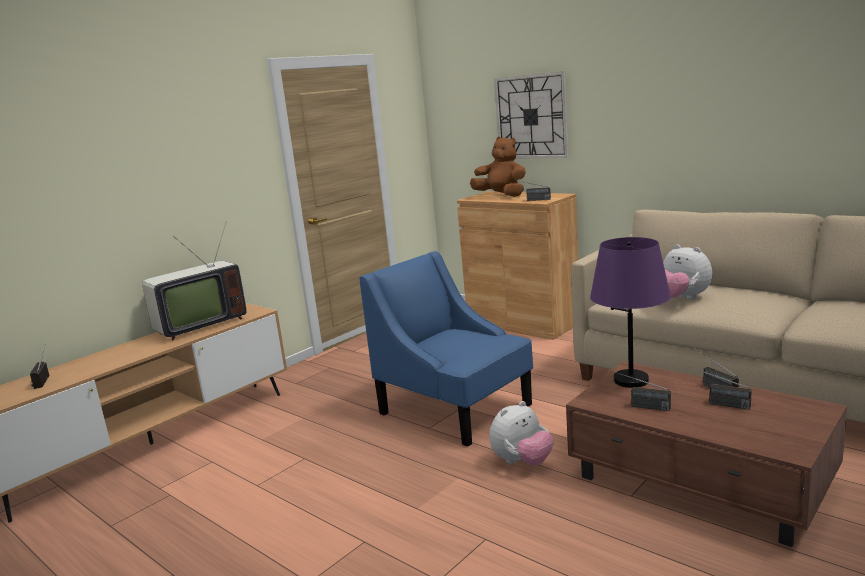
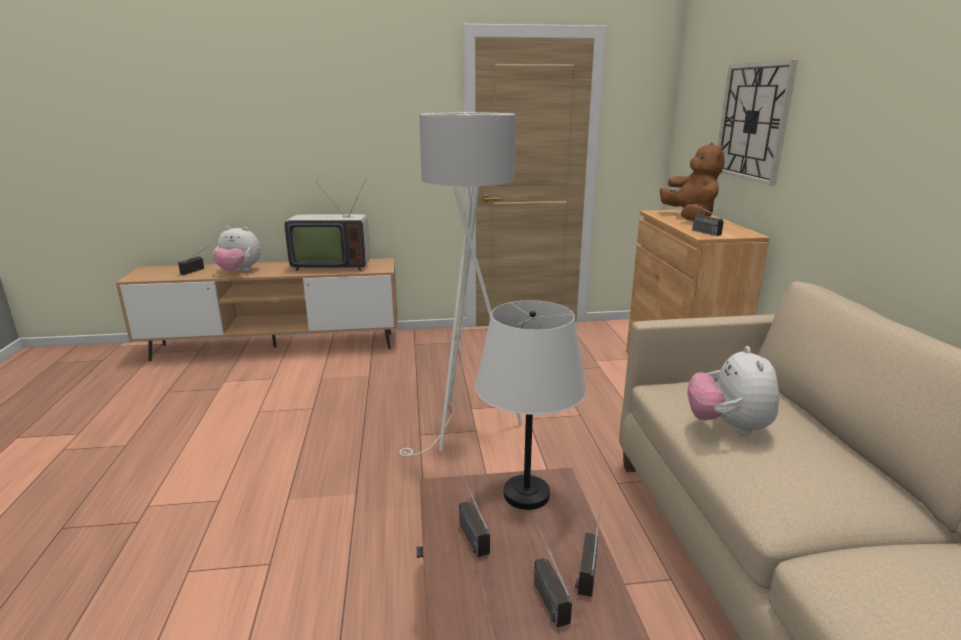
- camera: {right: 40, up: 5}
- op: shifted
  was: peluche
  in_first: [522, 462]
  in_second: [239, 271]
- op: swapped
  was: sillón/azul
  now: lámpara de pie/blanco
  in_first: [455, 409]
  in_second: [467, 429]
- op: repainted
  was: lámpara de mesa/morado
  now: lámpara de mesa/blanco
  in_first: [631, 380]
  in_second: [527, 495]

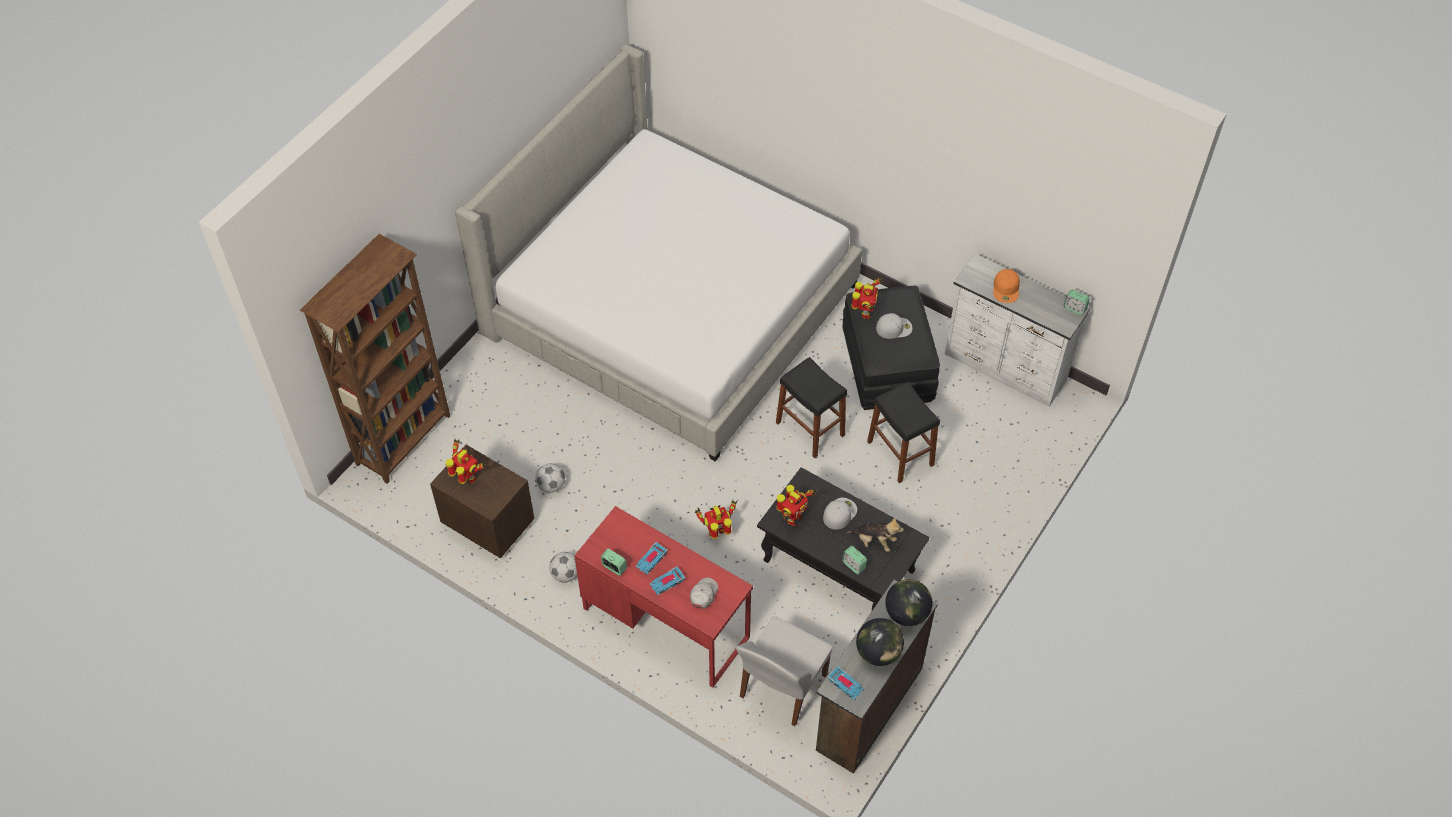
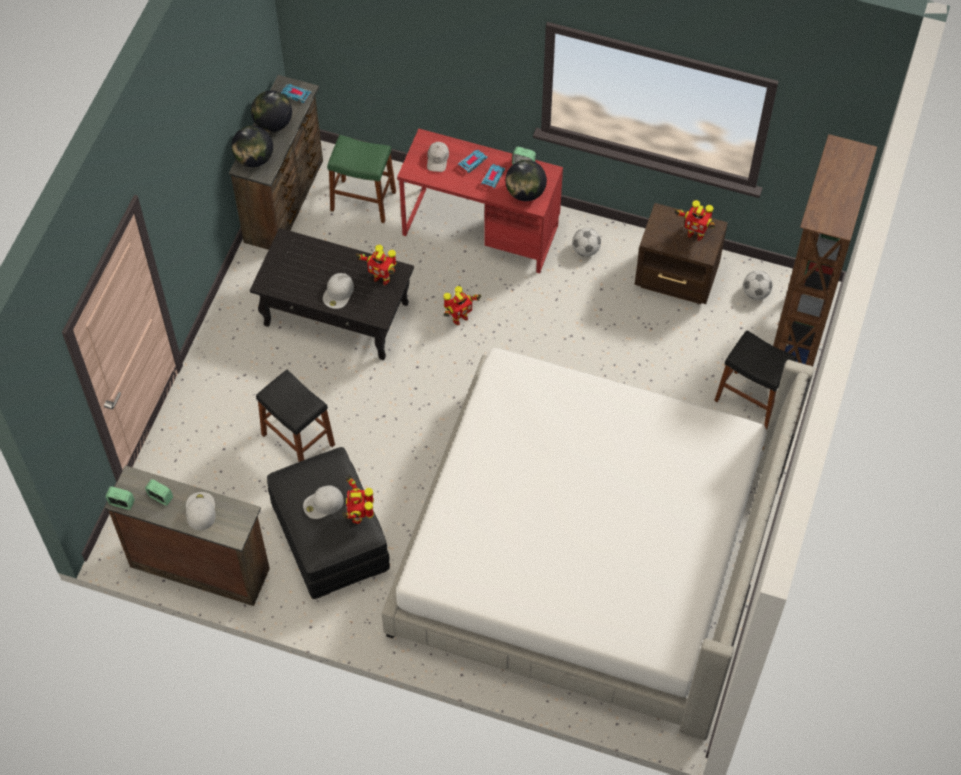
- camera: {right: 165, up: 5}
- op: repainted
  was: cómoda/blanco
  now: cómoda/marrón
  in_first: [1005, 369]
  in_second: [199, 565]
- op: shifted
  was: despertador
  in_first: [854, 565]
  in_second: [160, 497]
- op: repainted
  was: gorra/naranja
  now: gorra/blanco
  in_first: [1006, 288]
  in_second: [200, 510]
- op: swapped
  was: silla/blanco
  now: taburete/verde
  in_first: [781, 687]
  in_second: [363, 201]
- op: rotated
  was: robot de juguete
  in_first: [793, 518]
  in_second: [381, 278]
  clockwise: -90
- op: new
  now: globo terráqueo
  in_second: [525, 192]
- op: shifted
  was: taburete/negro
  in_first: [810, 429]
  in_second: [751, 399]
- op: shifted
  was: balón de fútbol
  in_first: [551, 485]
  in_second: [755, 293]
- op: gone
  was: peluche
  in_first: [874, 541]

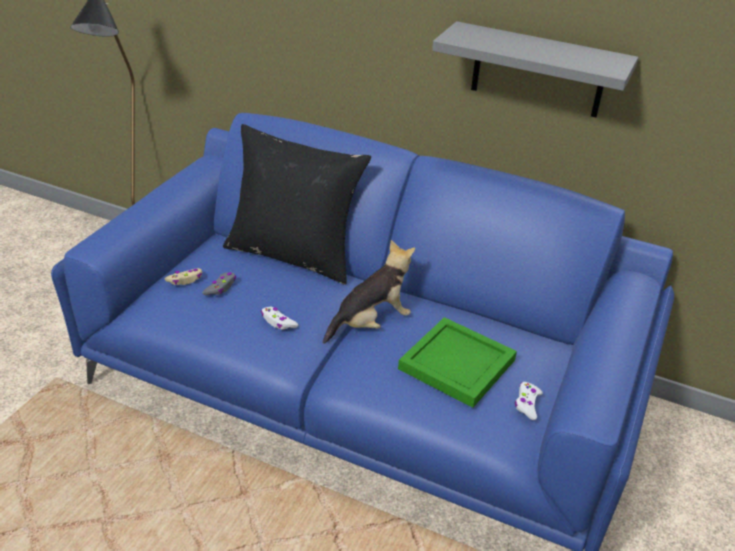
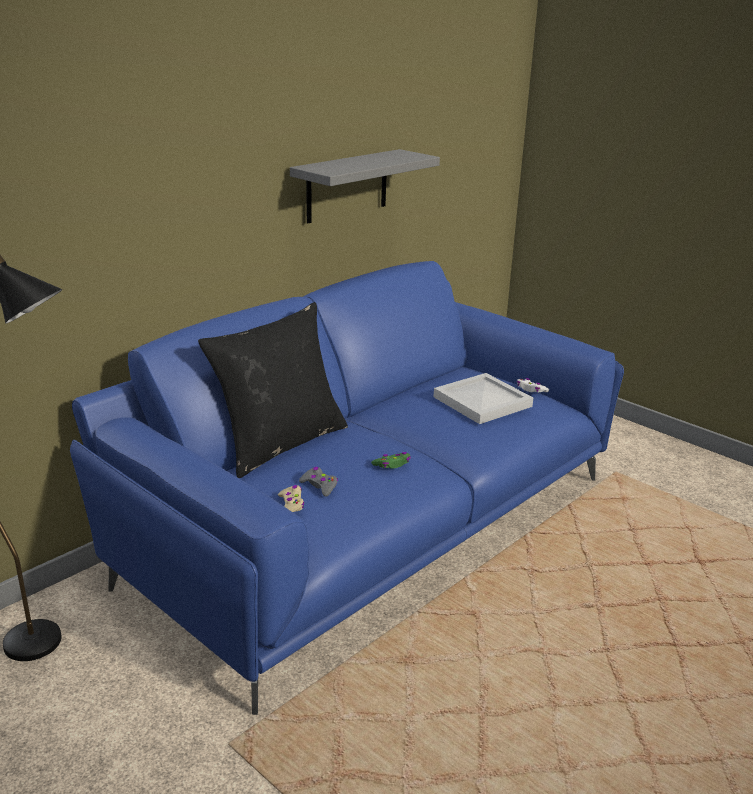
- camera: {right: -70, up: -10}
- op: repainted
  was: mando de consola/blanco
  now: mando de consola/verde
  in_first: [278, 322]
  in_second: [392, 464]
- op: repainted
  was: bandeja/verde
  now: bandeja/blanco
  in_first: [457, 366]
  in_second: [484, 402]
- op: gone
  was: peluche
  in_first: [370, 323]

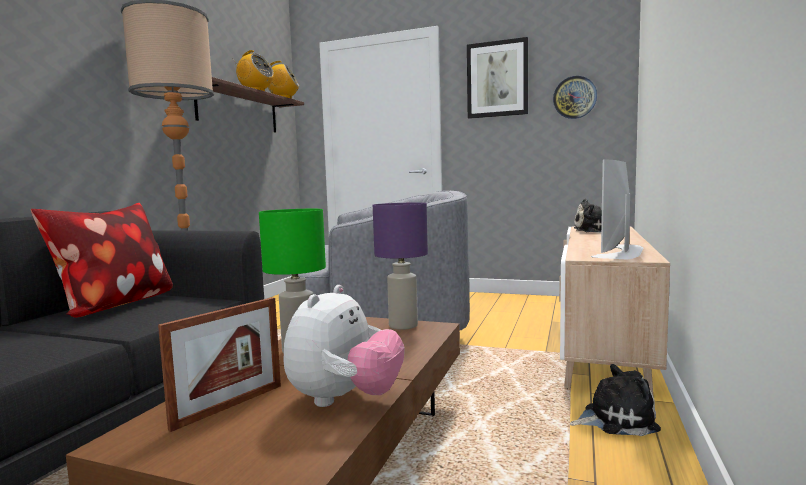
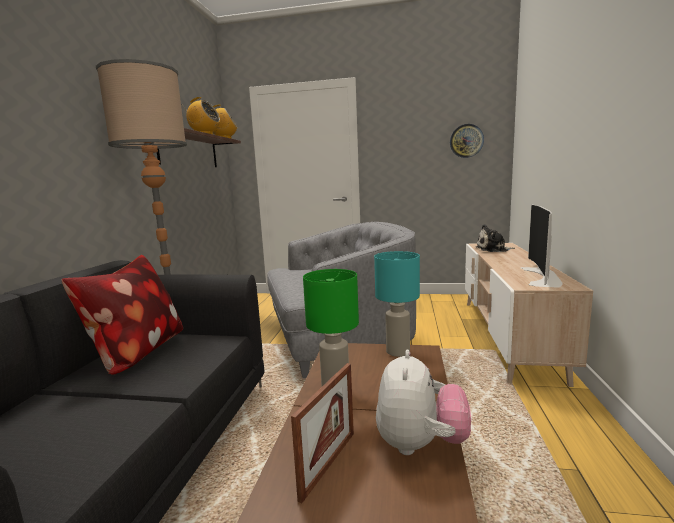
- camera: {right: -10, up: 5}
- op: repainted
  was: lámpara de mesa/morado
  now: lámpara de mesa/turquesa
  in_first: [403, 325]
  in_second: [397, 351]
- op: gone
  was: cuadro
  in_first: [497, 79]
- op: gone
  was: peluche
  in_first: [615, 419]

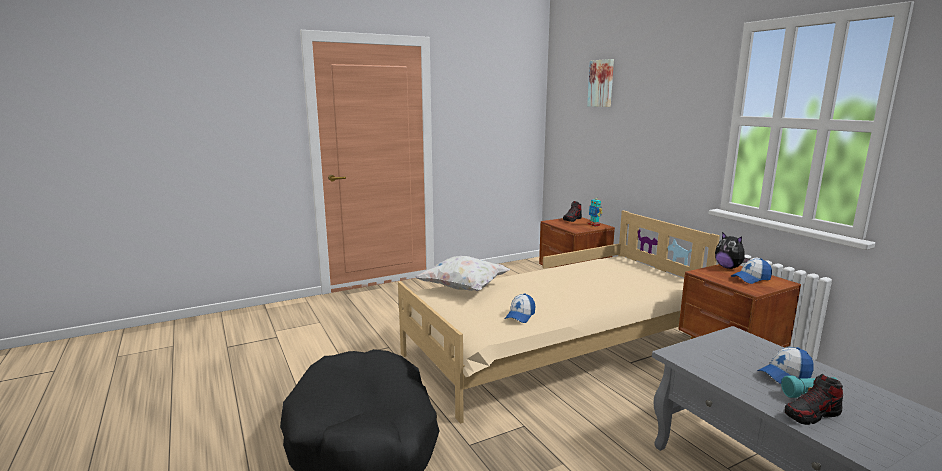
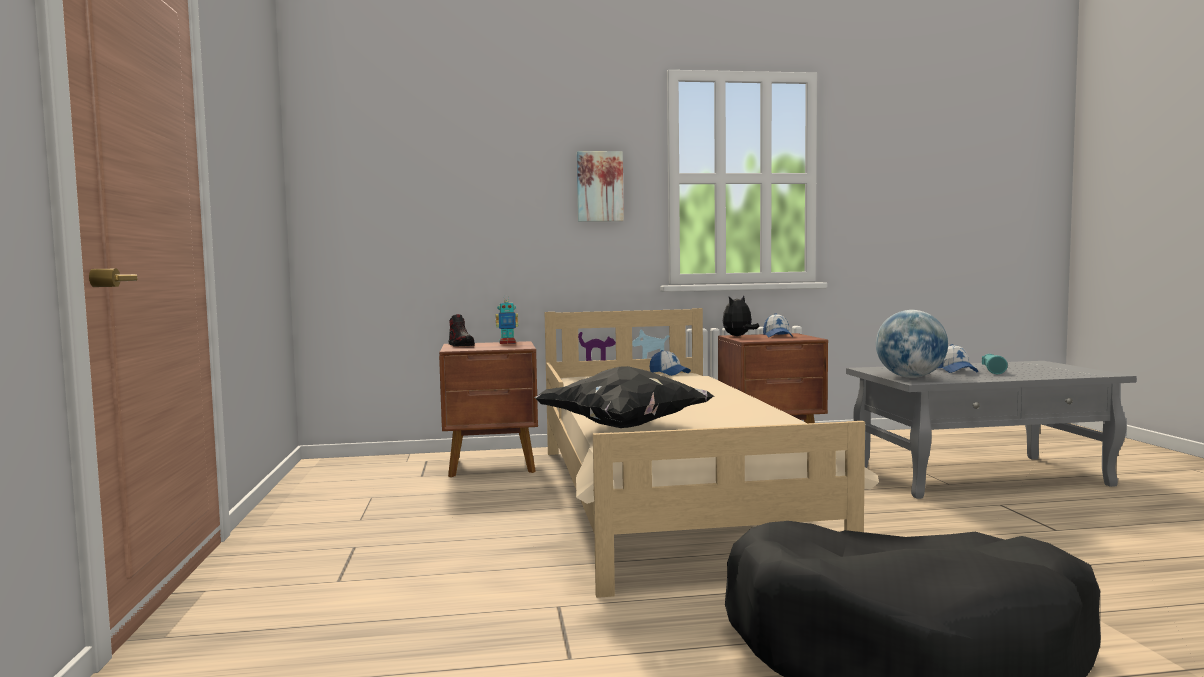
- camera: {right: -70, up: -10}
- op: repainted
  was: cojín/blanco
  now: cojín/negro
  in_first: [464, 288]
  in_second: [624, 427]
- op: shifted
  was: cuadro
  in_first: [601, 83]
  in_second: [599, 186]
- op: shifted
  was: gorra
  in_first: [520, 316]
  in_second: [669, 373]
- op: rotated
  was: peluche
  in_first: [729, 267]
  in_second: [738, 336]
  clockwise: 150
- op: new
  now: globo terráqueo
  in_second: [910, 377]
- op: gone
  was: zapato
  in_first: [812, 414]

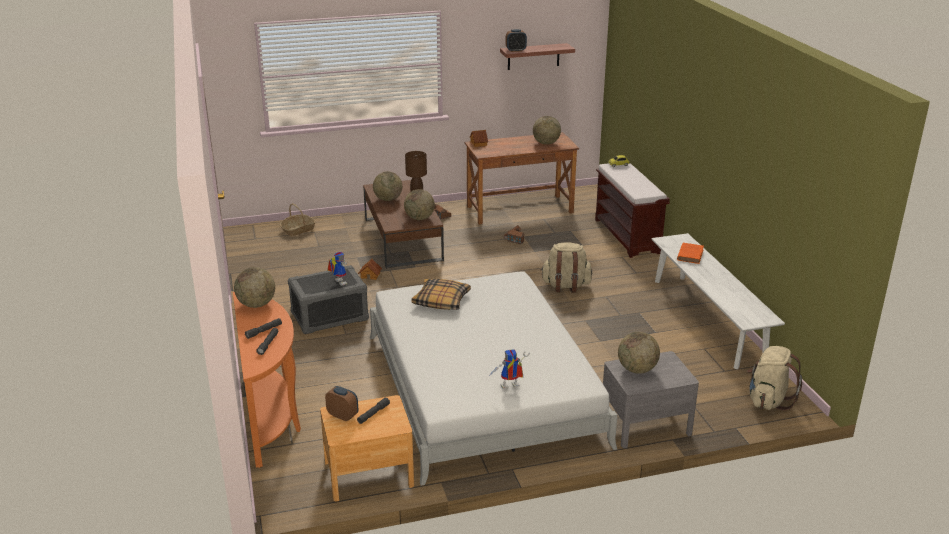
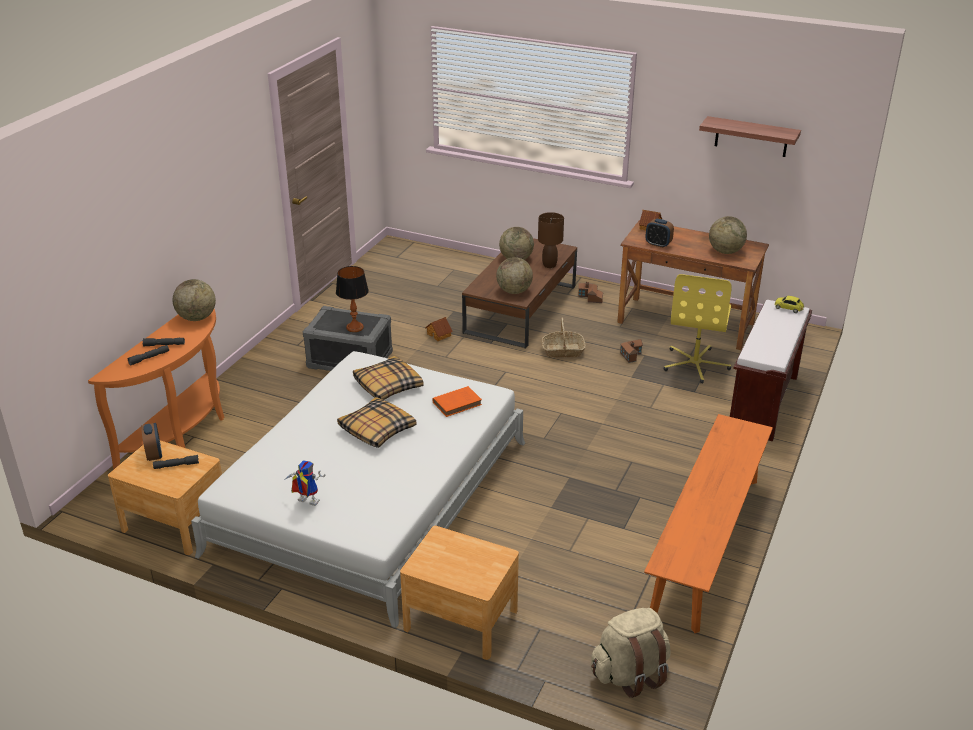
- camera: {right: 40, up: 5}
- op: swapped
  was: robot de juguete
  now: lámpara de mesa
  in_first: [338, 282]
  in_second: [354, 327]
- op: new
  now: cojín
  in_second: [376, 430]
- op: repainted
  was: mesita de noche/gris
  now: mesita de noche/marrón
  in_first: [645, 424]
  in_second: [461, 619]
- op: shifted
  was: libro/naranja
  in_first: [690, 255]
  in_second: [458, 403]
- op: shifted
  was: cesta
  in_first: [298, 230]
  in_second: [563, 351]
- op: repainted
  was: banco/blanco
  now: banco/naranja
  in_first: [707, 319]
  in_second: [706, 544]
- op: shifted
  was: despertador
  in_first: [515, 50]
  in_second: [658, 244]
- op: new
  now: silla de oficina/amarillo
  in_second: [695, 364]
- op: gone
  was: mochila/beis
  in_first: [566, 286]
- op: gone
  was: globo terráqueo
  in_first: [637, 369]

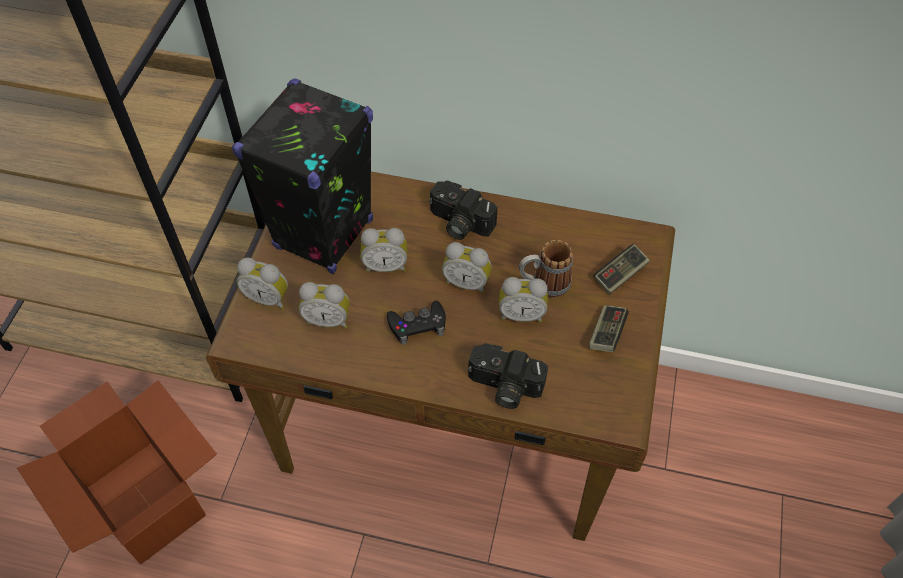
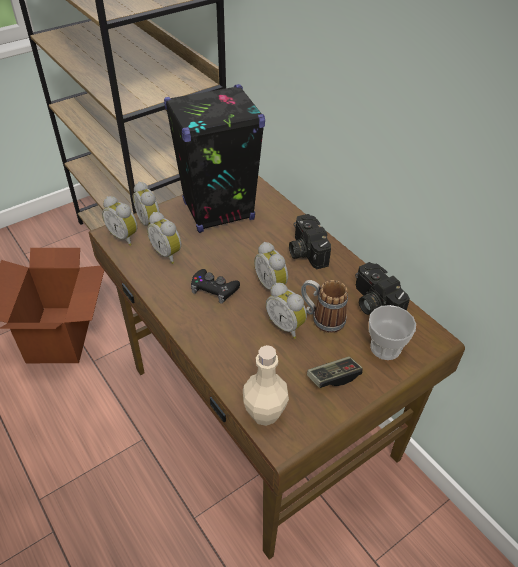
- camera: {right: 40, up: -10}
- op: shifted
  was: despertador
  in_first: [385, 265]
  in_second: [125, 236]
- op: new
  now: botella/beis
  in_second: [264, 413]
- op: shifted
  was: cámara
  in_first: [504, 387]
  in_second: [373, 303]
- op: swapped
  was: mando de consola
  now: taza
  in_first: [620, 275]
  in_second: [385, 348]

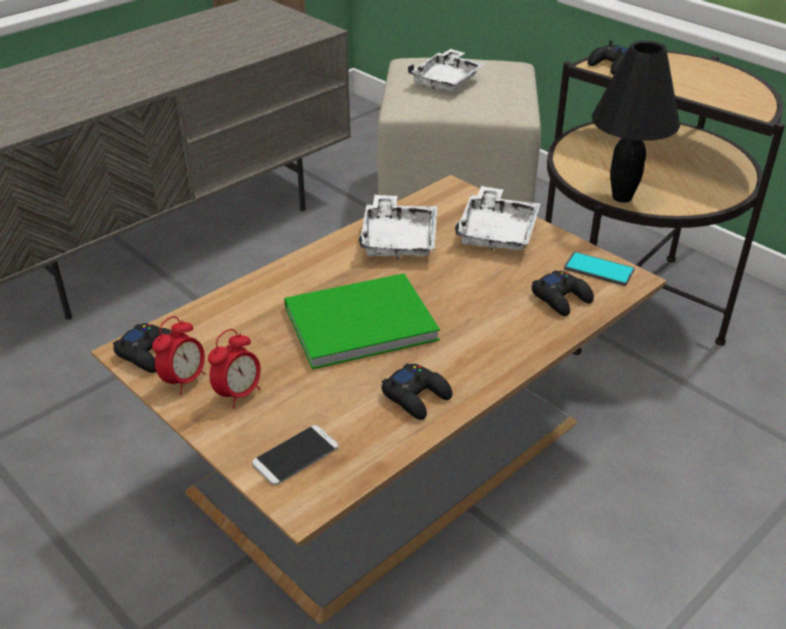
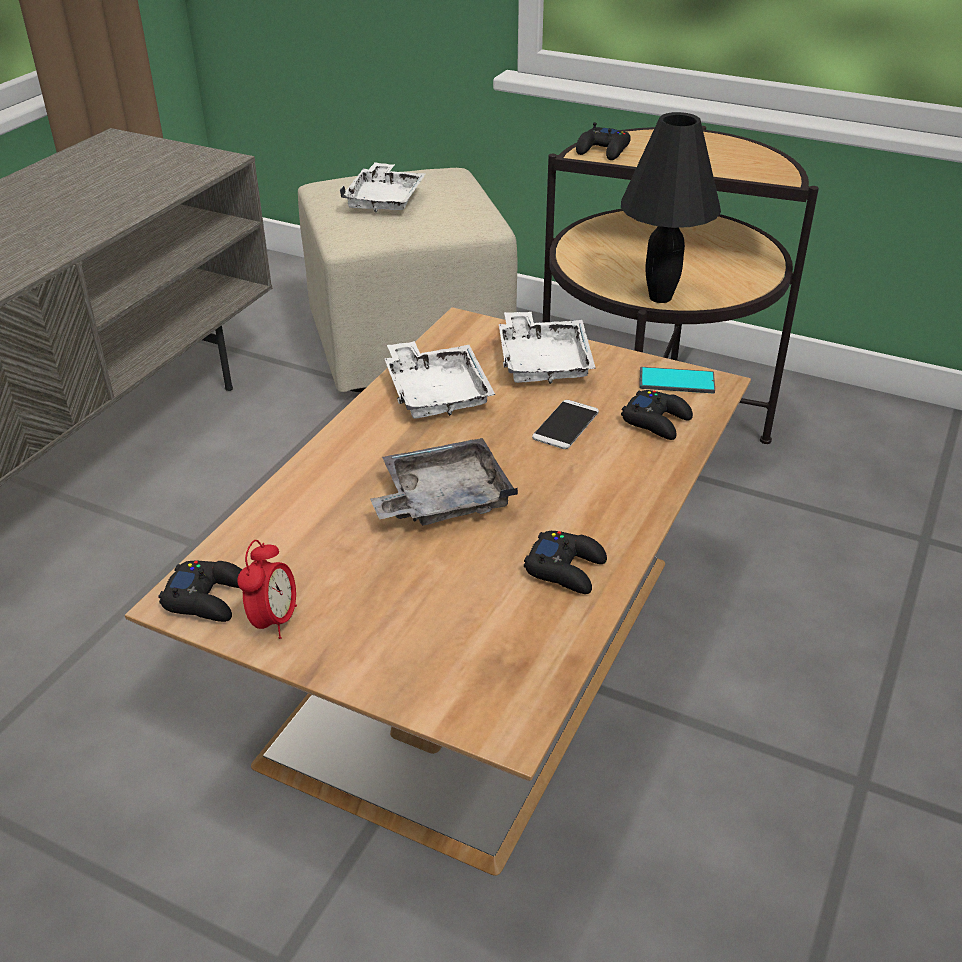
- camera: {right: -20, up: 0}
- op: swapped
  was: libro/verde
  now: bandeja/gris
  in_first: [355, 322]
  in_second: [443, 499]
- op: shifted
  was: móvil
  in_first: [295, 455]
  in_second: [565, 425]
- op: gone
  was: despertador
  in_first: [238, 394]

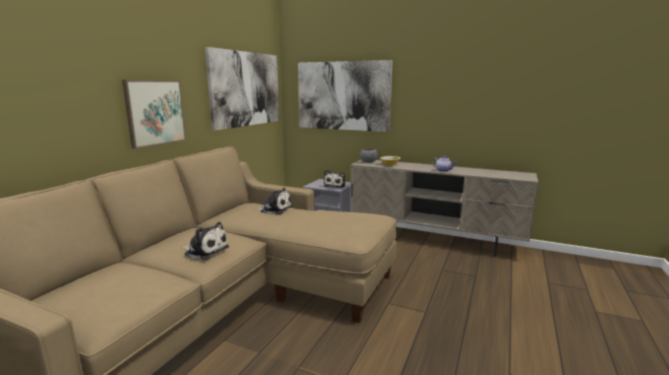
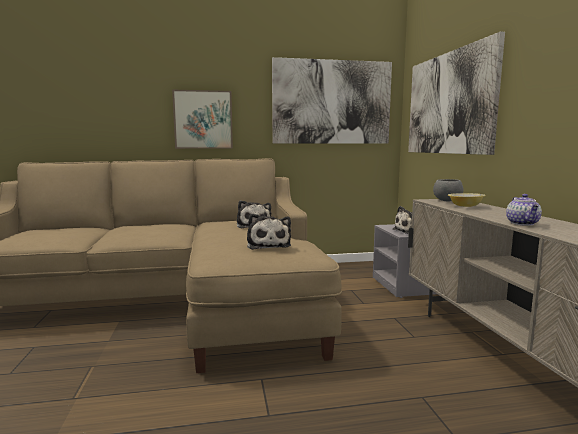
- camera: {right: 55, up: -5}
- op: shifted
  was: peluche
  in_first: [205, 251]
  in_second: [268, 245]

